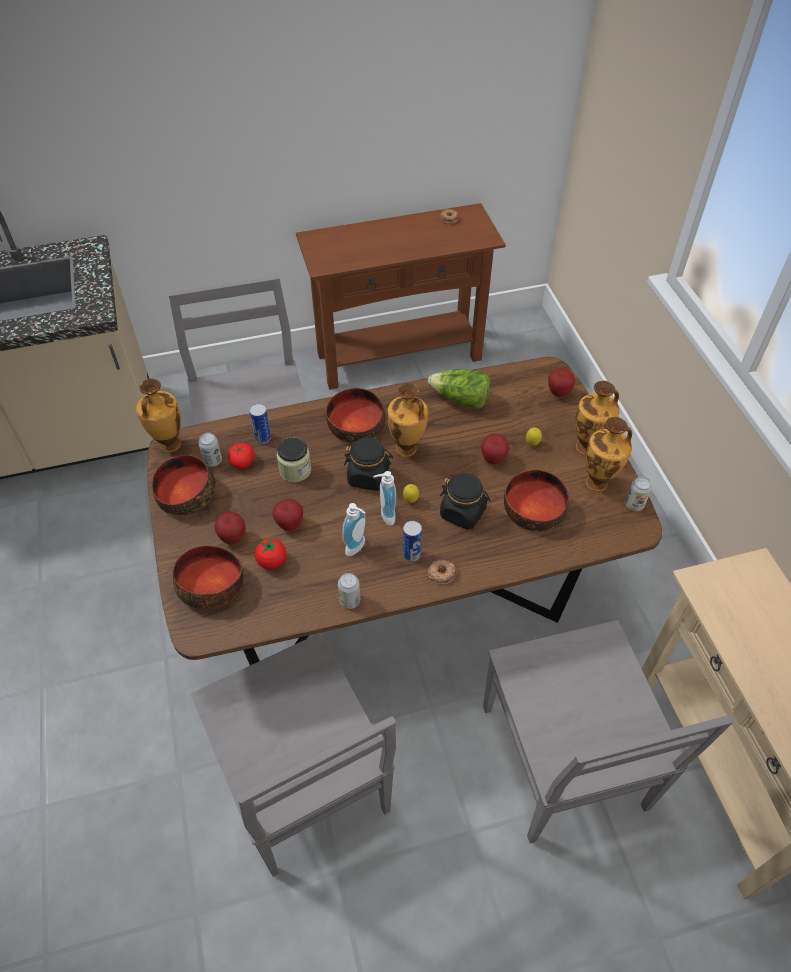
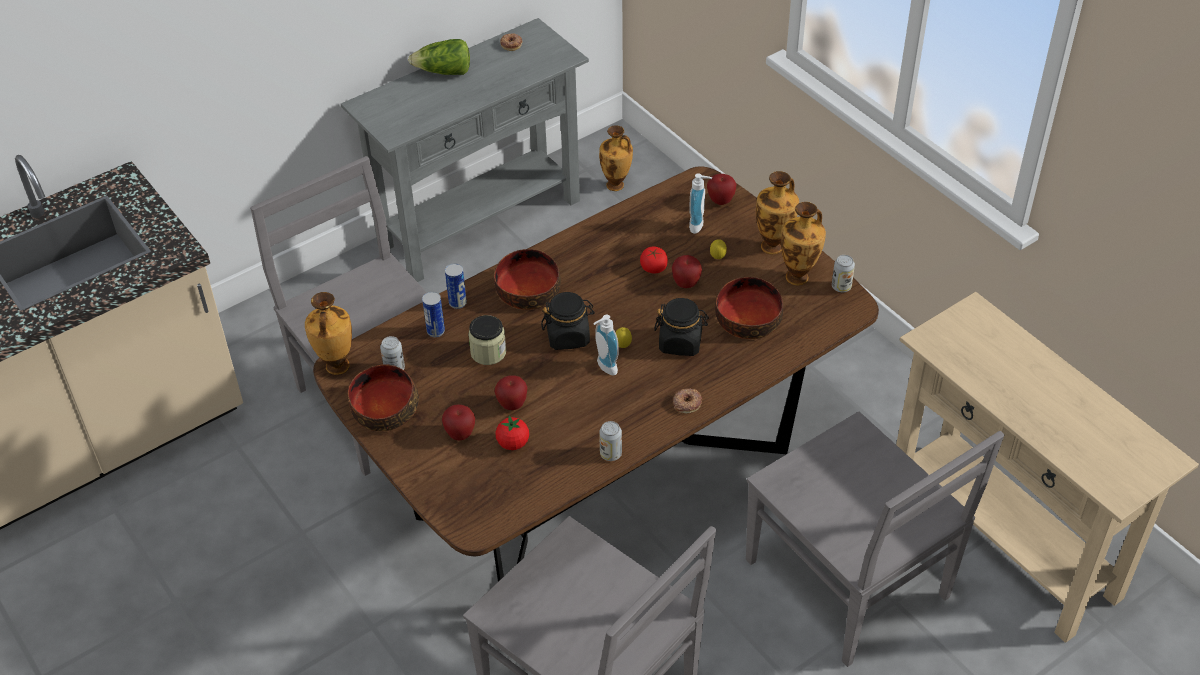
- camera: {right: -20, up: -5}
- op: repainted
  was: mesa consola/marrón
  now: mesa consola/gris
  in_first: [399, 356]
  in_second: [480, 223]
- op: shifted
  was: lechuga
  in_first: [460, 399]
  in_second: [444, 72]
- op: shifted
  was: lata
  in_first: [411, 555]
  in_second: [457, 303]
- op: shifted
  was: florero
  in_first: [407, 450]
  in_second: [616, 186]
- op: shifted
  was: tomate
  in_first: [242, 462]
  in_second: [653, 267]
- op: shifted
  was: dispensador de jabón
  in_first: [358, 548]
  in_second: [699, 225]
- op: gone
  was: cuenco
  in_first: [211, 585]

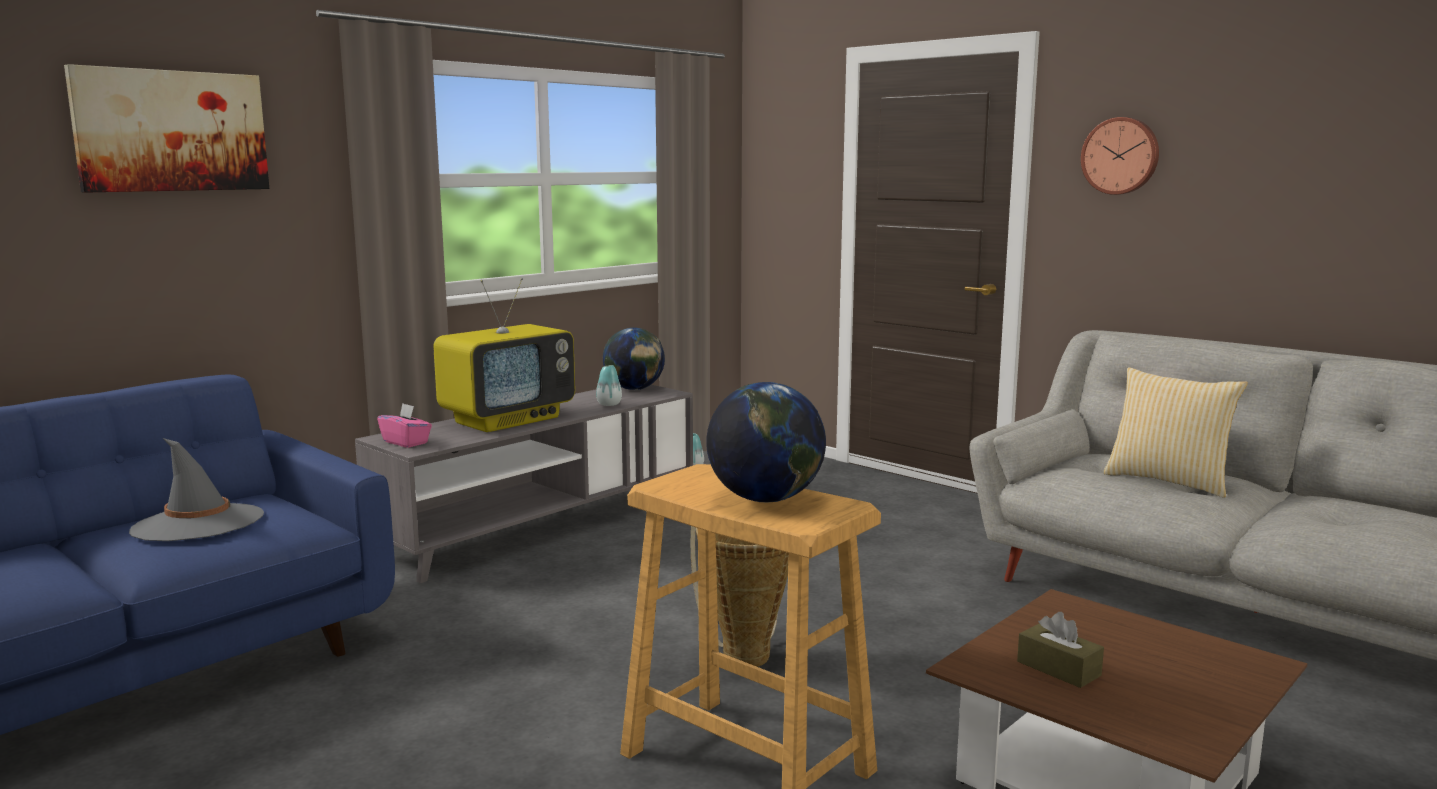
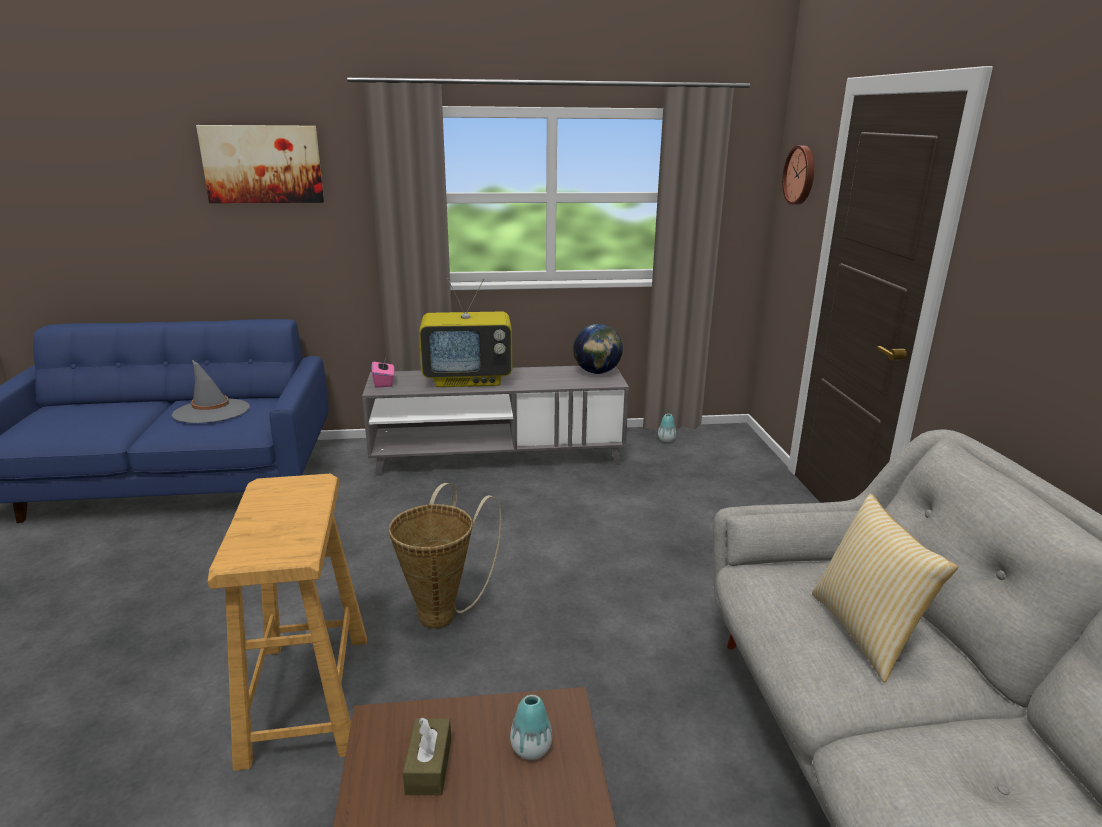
- camera: {right: 40, up: 10}
- op: shifted
  was: florero
  in_first: [609, 404]
  in_second: [531, 748]
- op: shifted
  was: reloj de pared
  in_first: [1121, 156]
  in_second: [801, 175]
- op: gone
  was: globo terráqueo
  in_first: [765, 500]

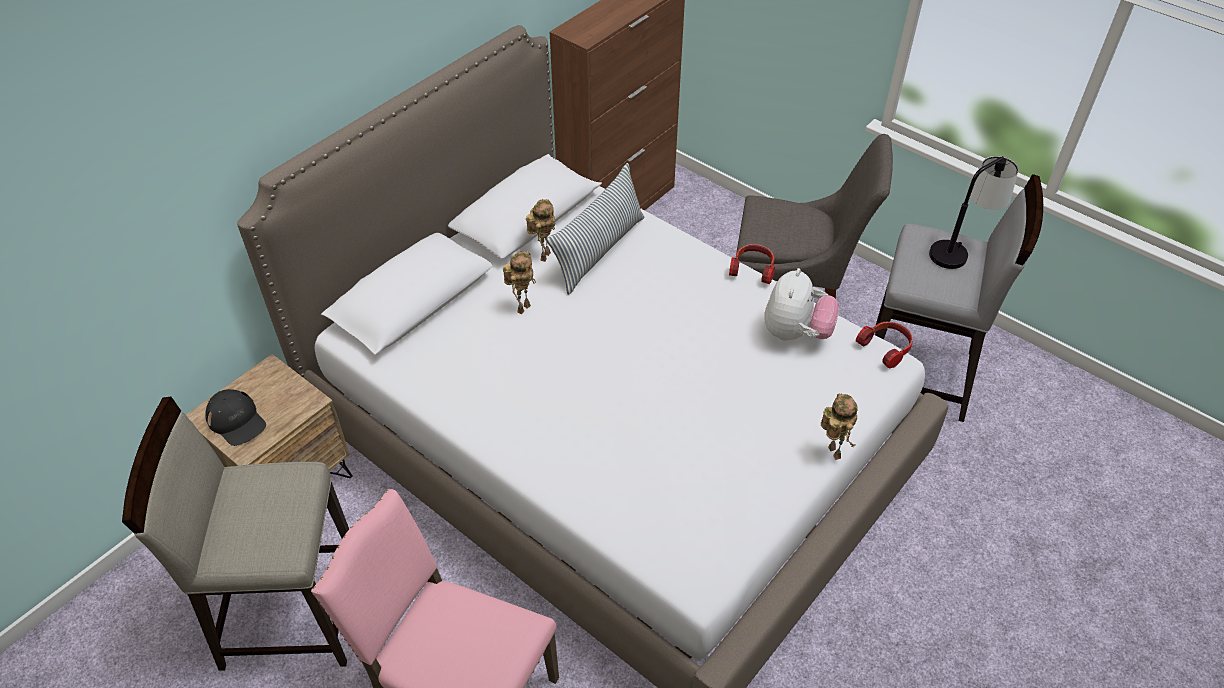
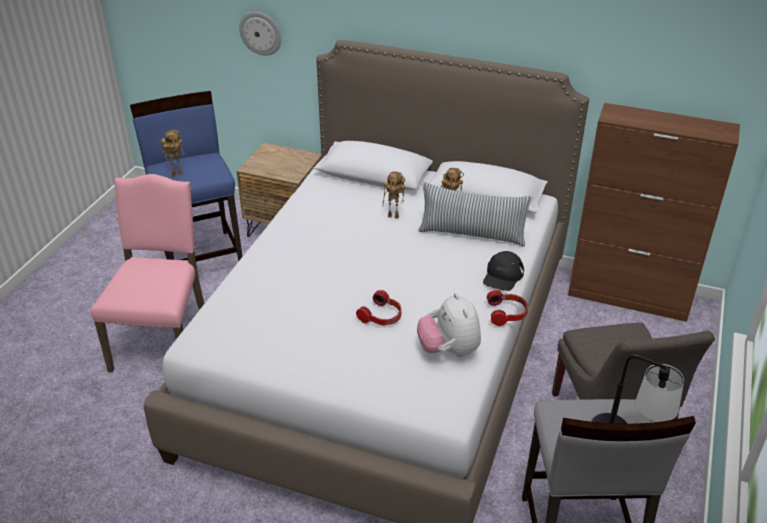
- camera: {right: 70, up: -10}
- op: repainted
  was: taburete/beis
  now: taburete/azul
  in_first: [291, 612]
  in_second: [202, 258]
- op: shifted
  was: robot de juguete
  in_first: [831, 452]
  in_second: [177, 174]
- op: new
  now: reloj de pared
  in_second: [261, 33]
- op: shifted
  was: auriculares
  in_first: [886, 347]
  in_second: [382, 316]
- op: rotated
  was: peluche
  in_first: [796, 333]
  in_second: [449, 350]
  clockwise: 75
- op: shifted
  was: gorra/negro
  in_first: [236, 421]
  in_second: [503, 276]

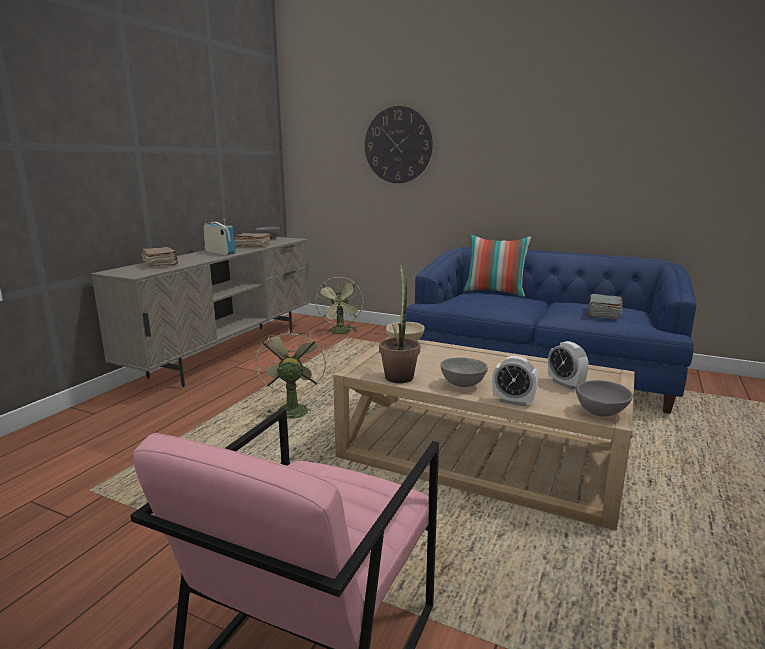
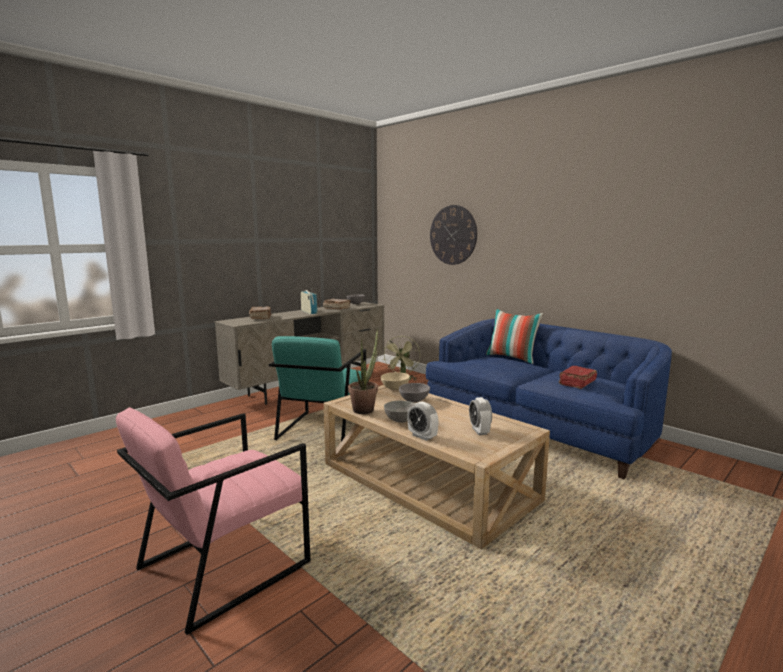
- camera: {right: 20, up: -5}
- op: swapped
  was: ventilador/verde
  now: sillón/turquesa
  in_first: [291, 409]
  in_second: [322, 428]
- op: shifted
  was: cuenco/gris
  in_first: [602, 413]
  in_second: [414, 401]
- op: repainted
  was: libro/gris
  now: libro/rojo
  in_first: [603, 314]
  in_second: [576, 383]

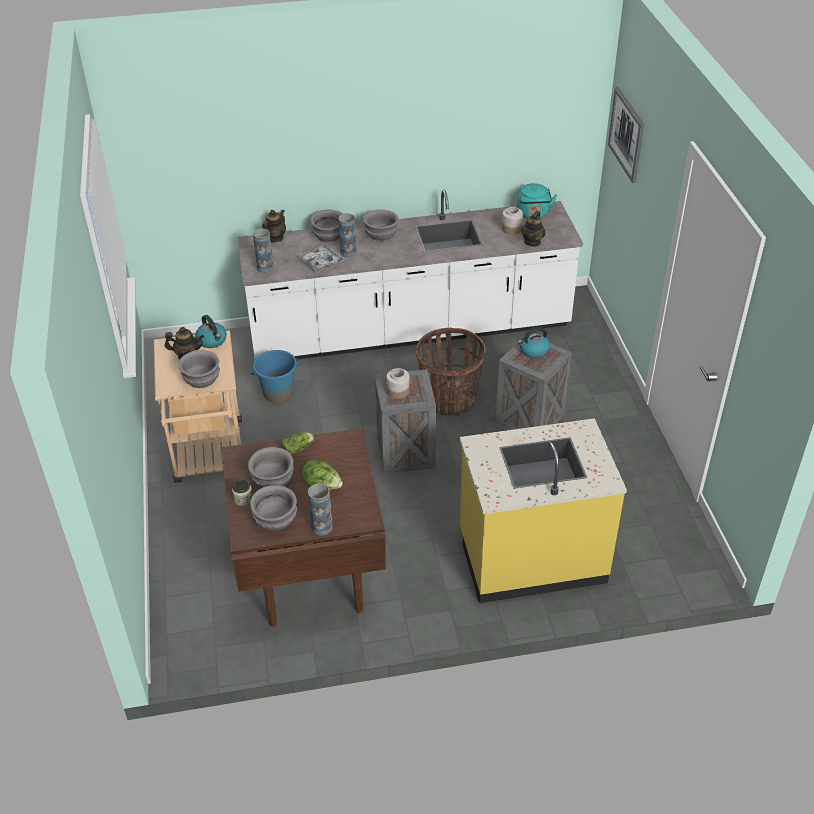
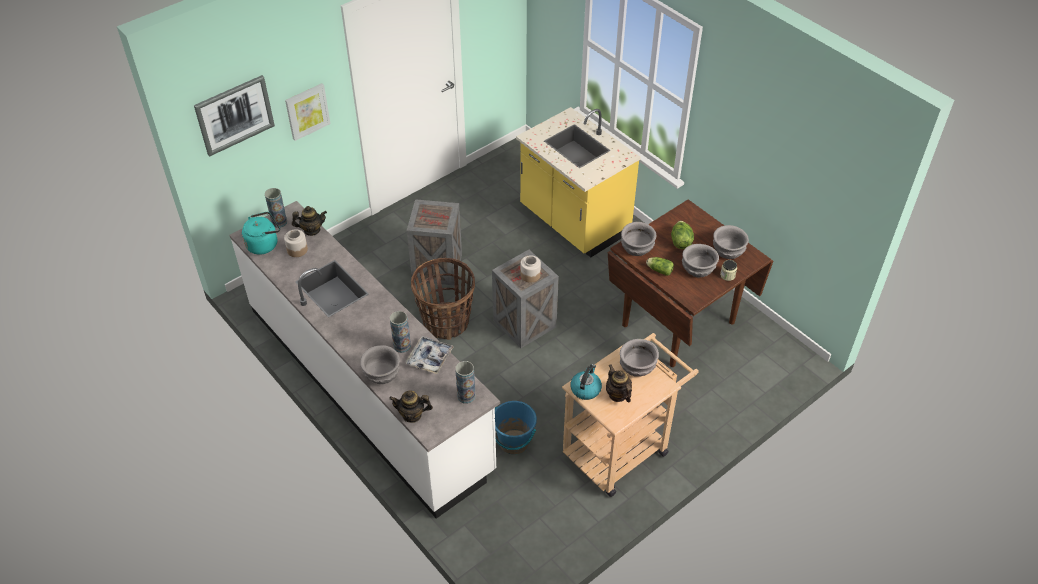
- camera: {right: -120, up: 5}
- op: shifted
  was: florero
  in_first: [322, 527]
  in_second: [279, 222]
- op: new
  now: cuadro
  in_second: [307, 111]
- op: shifted
  was: cuenco/gris
  in_first: [380, 234]
  in_second: [637, 248]
- op: gone
  was: hervidor
  in_first: [533, 351]

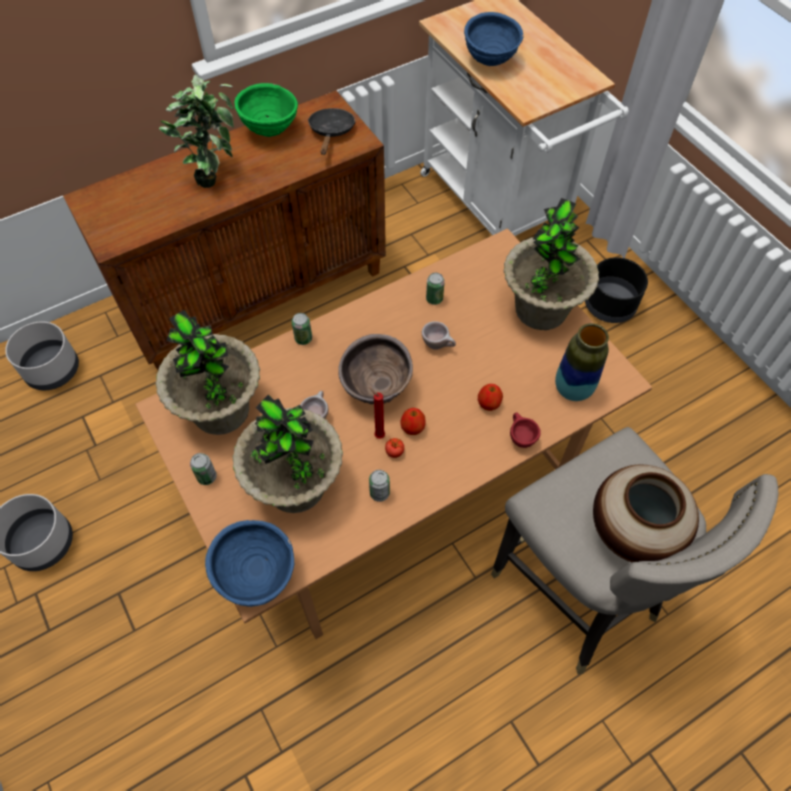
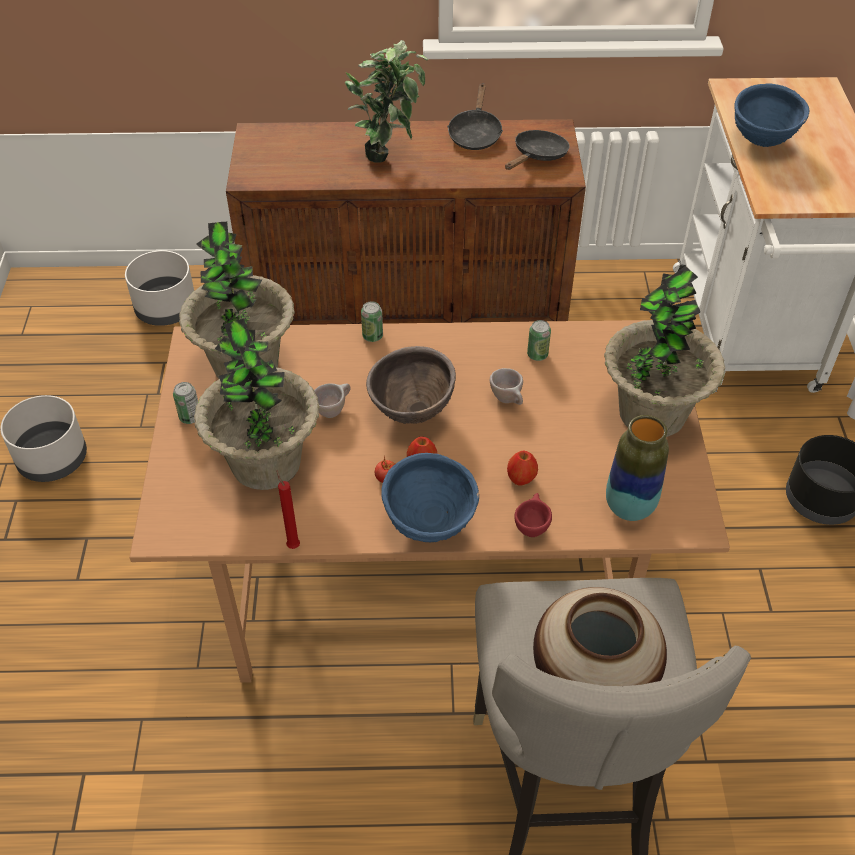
- camera: {right: 30, up: -10}
- op: shifted
  was: vela/rojo
  in_first: [378, 435]
  in_second: [292, 544]
- op: shifted
  was: cuenco/azul
  in_first: [257, 576]
  in_second: [429, 525]
- op: swapped
  was: cuenco/verde
  now: sartén/negro
  in_first: [270, 131]
  in_second: [475, 134]
- op: gone
  was: lata
  in_first: [379, 493]

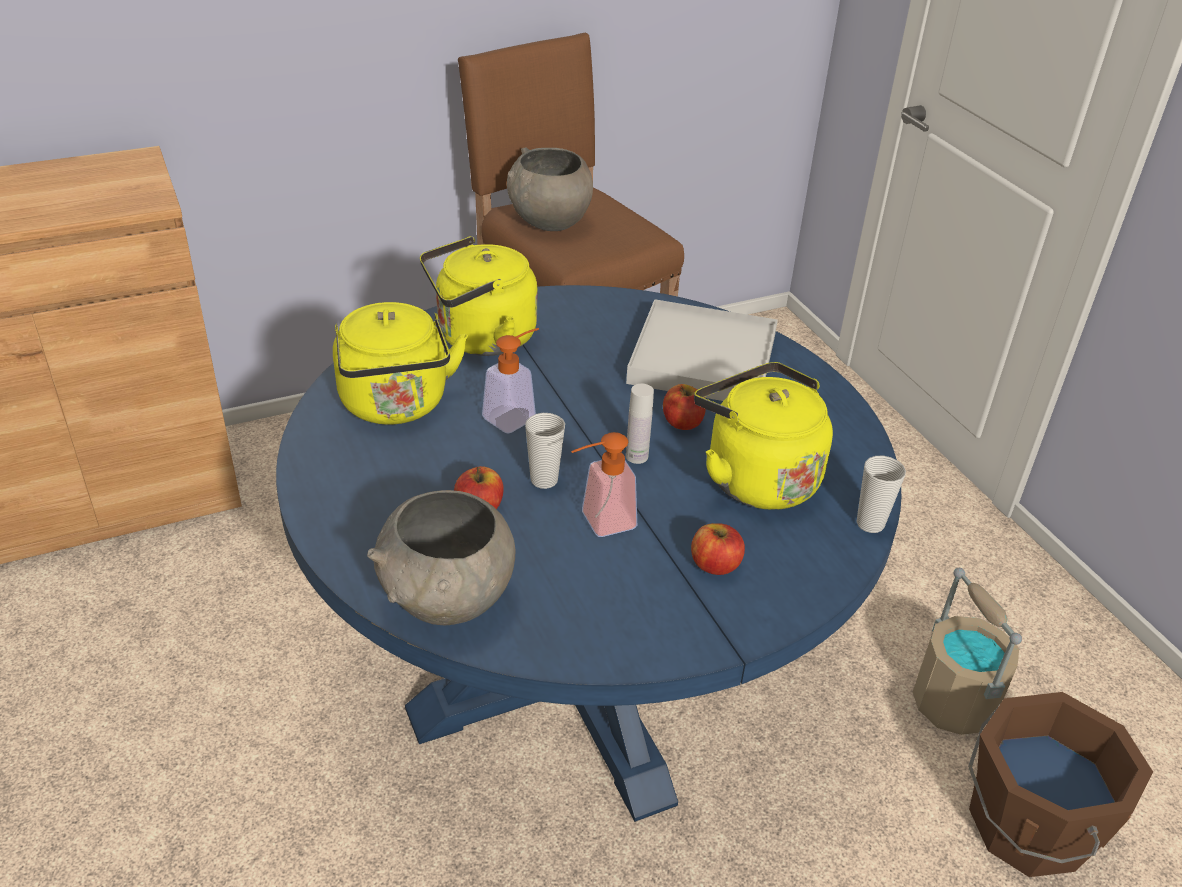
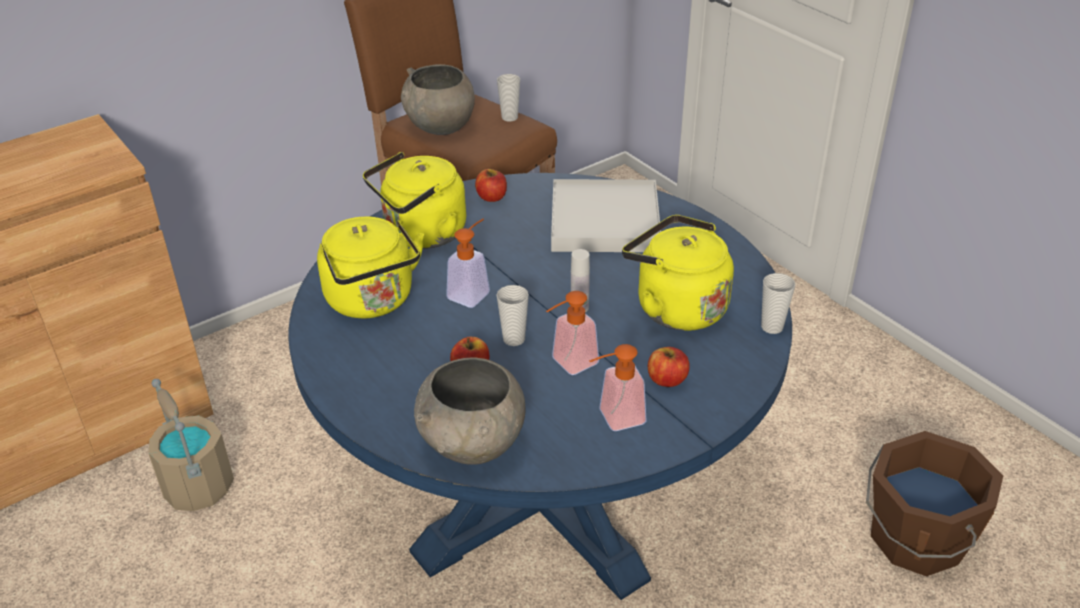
- camera: {right: -10, up: 0}
- op: shifted
  was: cubo/beis
  in_first: [952, 702]
  in_second: [198, 487]
- op: shifted
  was: manzana
  in_first: [682, 422]
  in_second: [492, 197]
- op: new
  now: taza
  in_second: [509, 117]
- op: new
  now: dispensador de jabón
  in_second: [614, 418]

